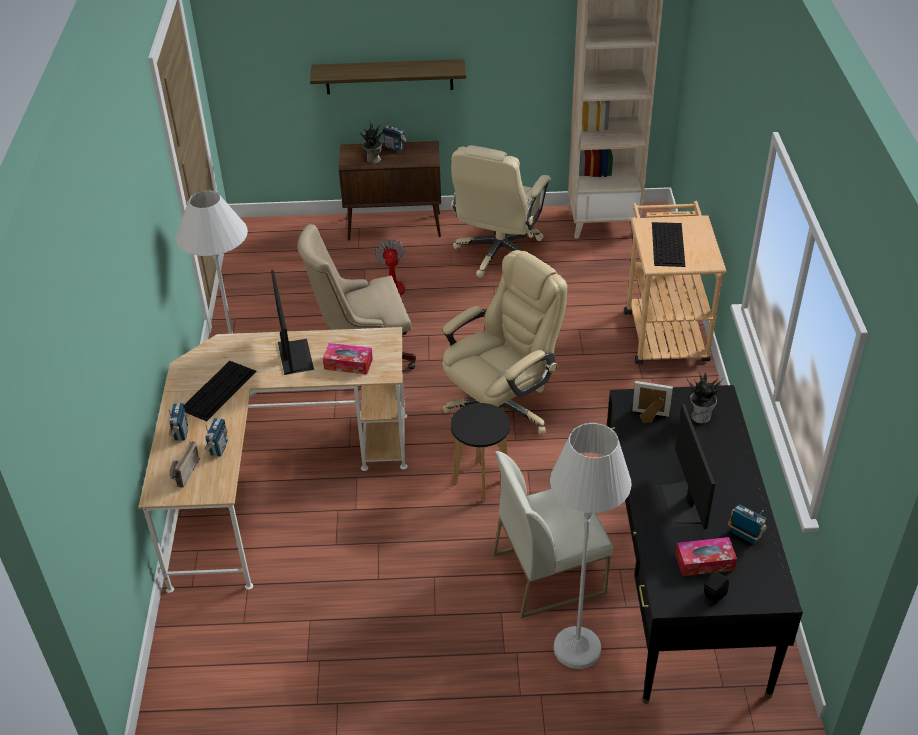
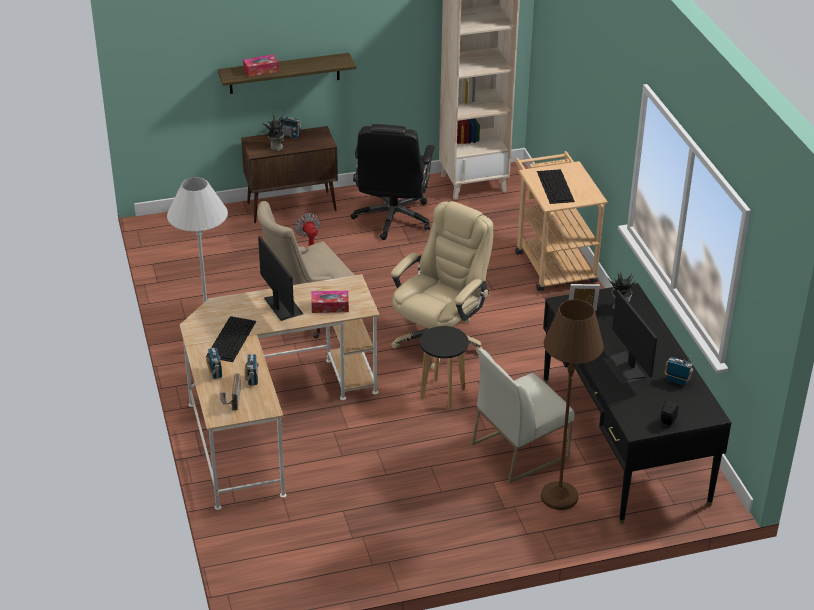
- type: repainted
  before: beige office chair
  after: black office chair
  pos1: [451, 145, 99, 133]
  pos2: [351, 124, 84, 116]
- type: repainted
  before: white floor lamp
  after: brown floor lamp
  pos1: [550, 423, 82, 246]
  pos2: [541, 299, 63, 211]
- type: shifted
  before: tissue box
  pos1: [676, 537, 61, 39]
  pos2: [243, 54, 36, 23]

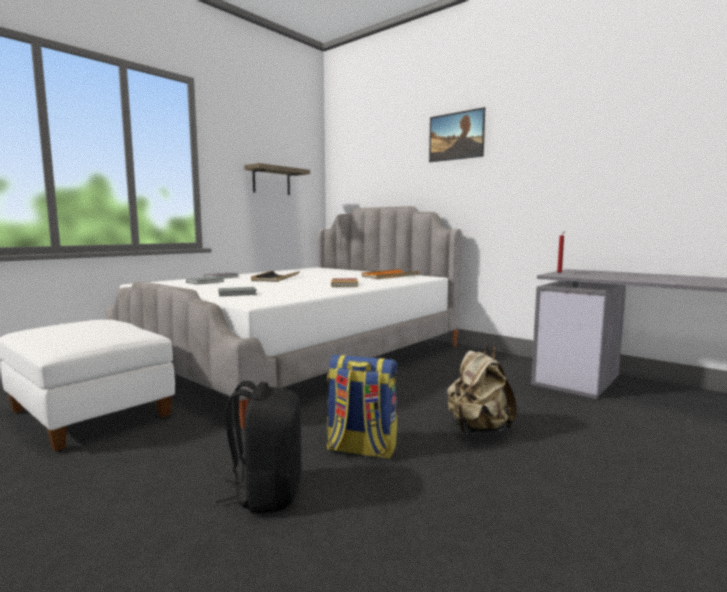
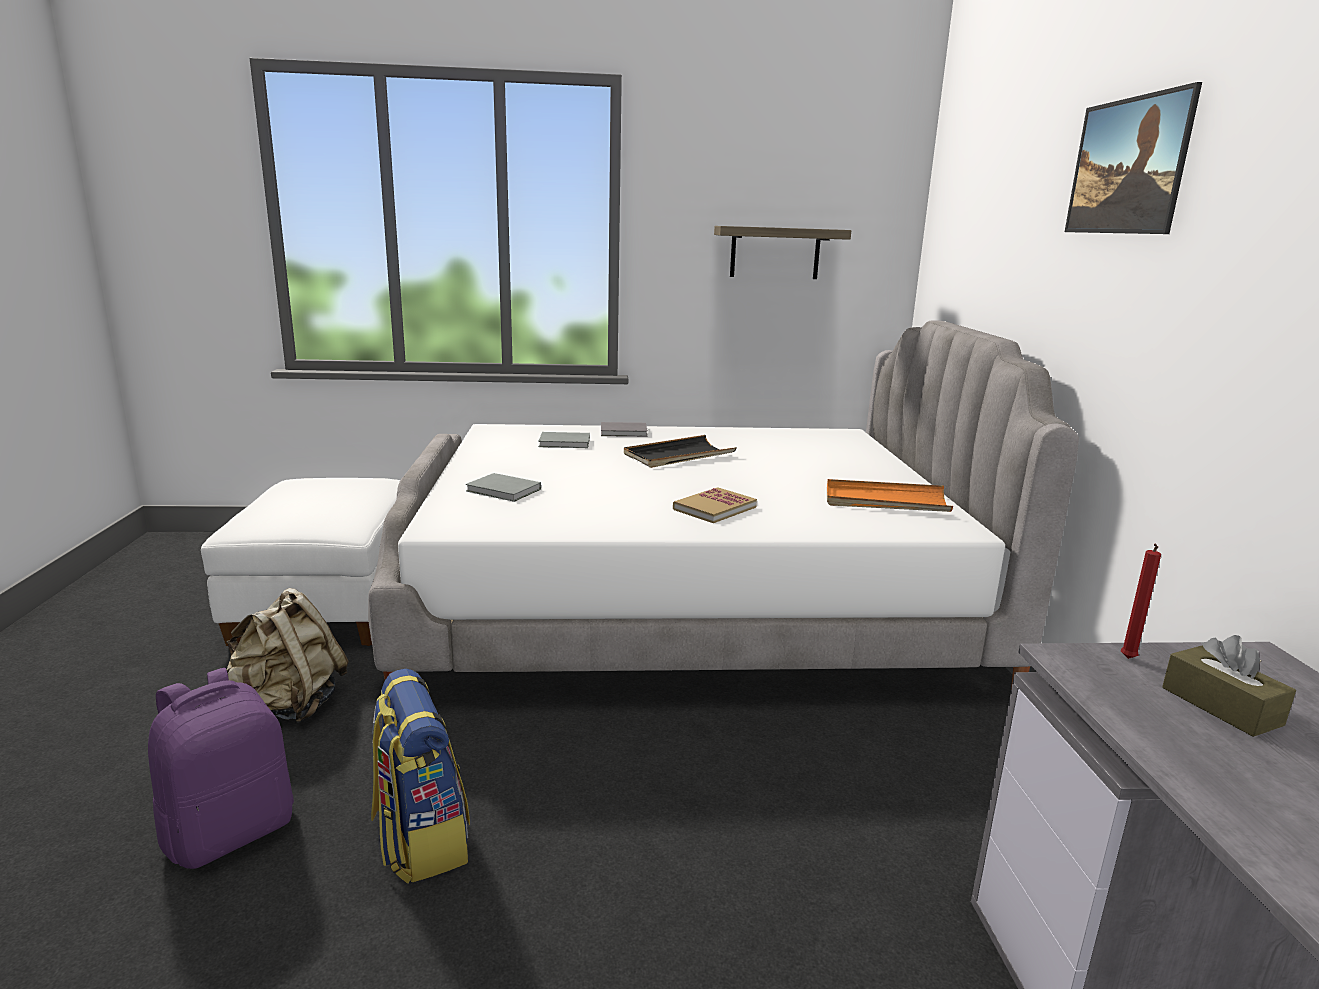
- type: shifted
  before: beige backpack
  pos1: [447, 346, 70, 89]
  pos2: [226, 588, 123, 134]
- type: repainted
  before: black backpack
  after: purple backpack
  pos1: [216, 381, 85, 132]
  pos2: [148, 668, 146, 201]
- type: new
  after: brown tissue box
  pos2: [1162, 635, 134, 102]

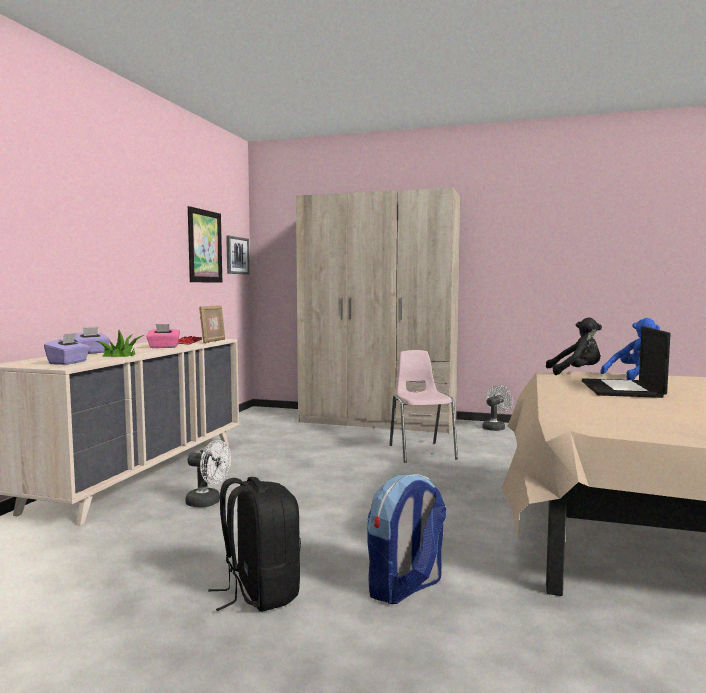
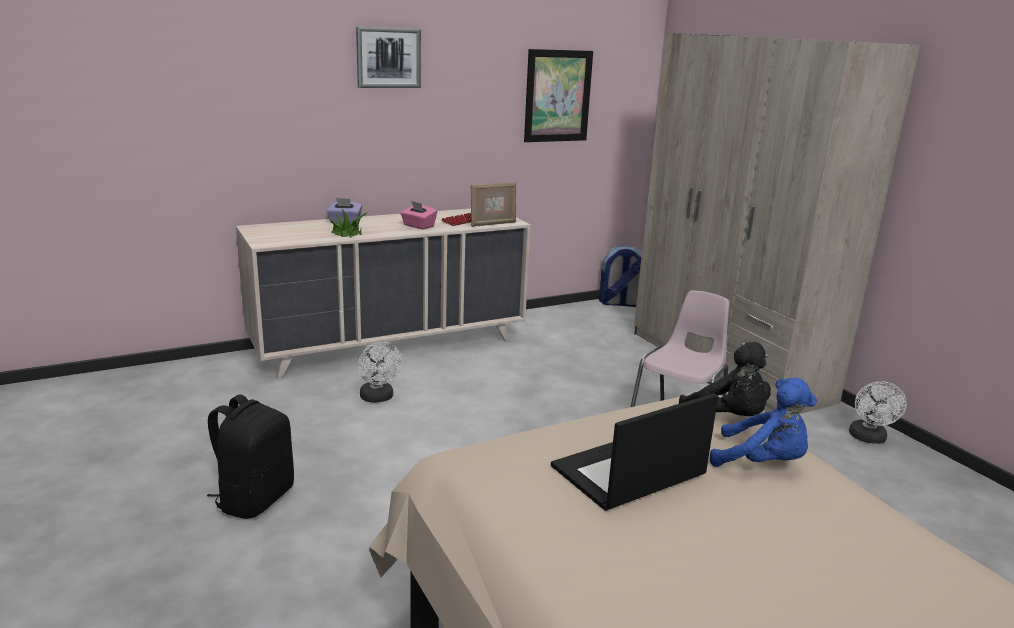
- type: shifted
  before: picture
  pos1: [226, 235, 24, 39]
  pos2: [356, 27, 65, 61]
- type: gone
  before: purple tissue box
  pos1: [44, 333, 46, 32]
- type: rotated
  before: white fan
  pos1: [482, 385, 31, 46]
  pos2: [849, 381, 58, 63]
  turn: 105
- type: shifted
  before: backpack
  pos1: [367, 474, 79, 130]
  pos2: [599, 246, 43, 61]

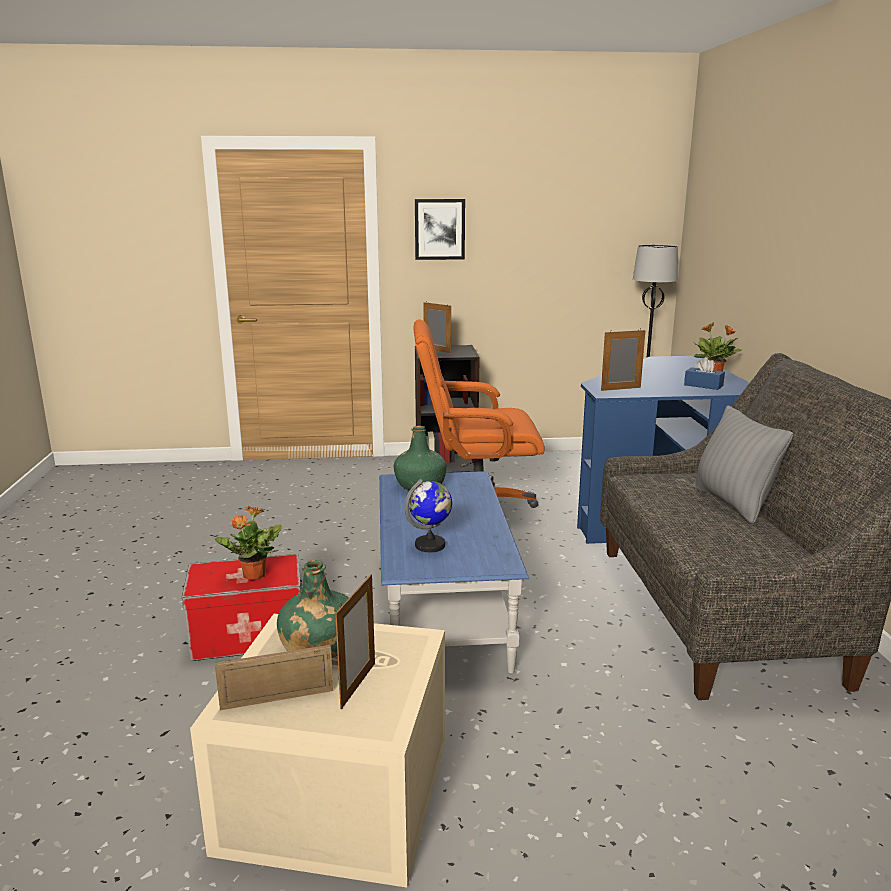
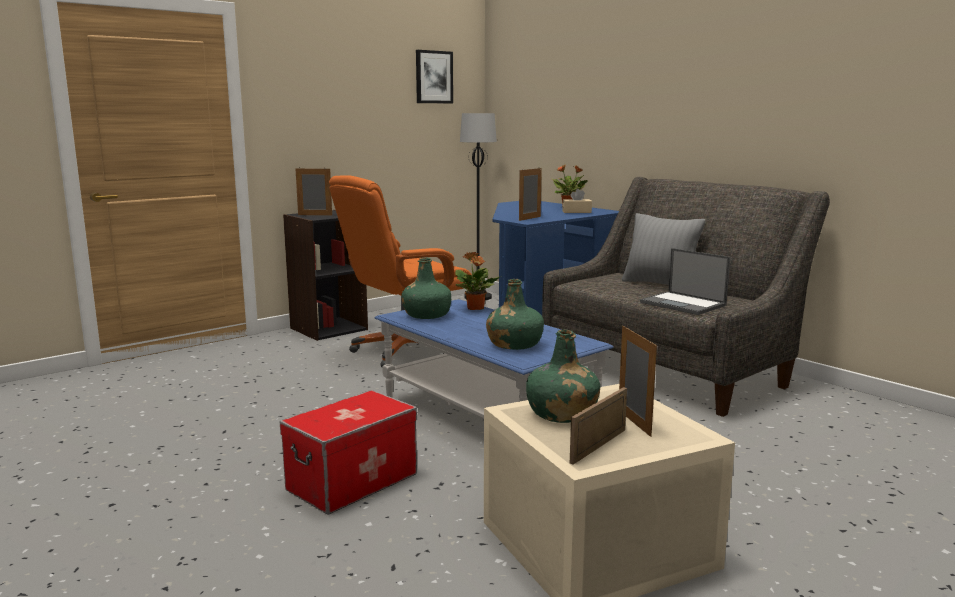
- type: shifted
  before: picture
  pos1: [415, 199, 50, 61]
  pos2: [416, 50, 37, 53]
- type: repainted
  before: blue tissue box
  after: beige tissue box
  pos1: [684, 357, 41, 33]
  pos2: [562, 189, 30, 24]
- type: swapped
  before: globe
  after: green bottle
  pos1: [404, 479, 48, 73]
  pos2: [486, 279, 58, 71]
- type: shifted
  before: potted plant
  pos1: [215, 505, 67, 75]
  pos2: [455, 252, 46, 58]
- type: new
  after: laptop
  pos2: [640, 248, 90, 67]

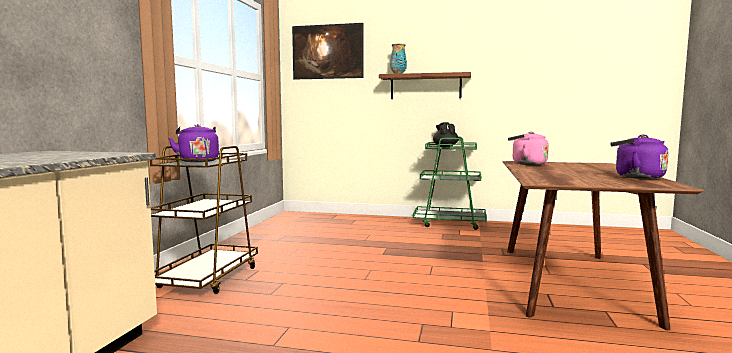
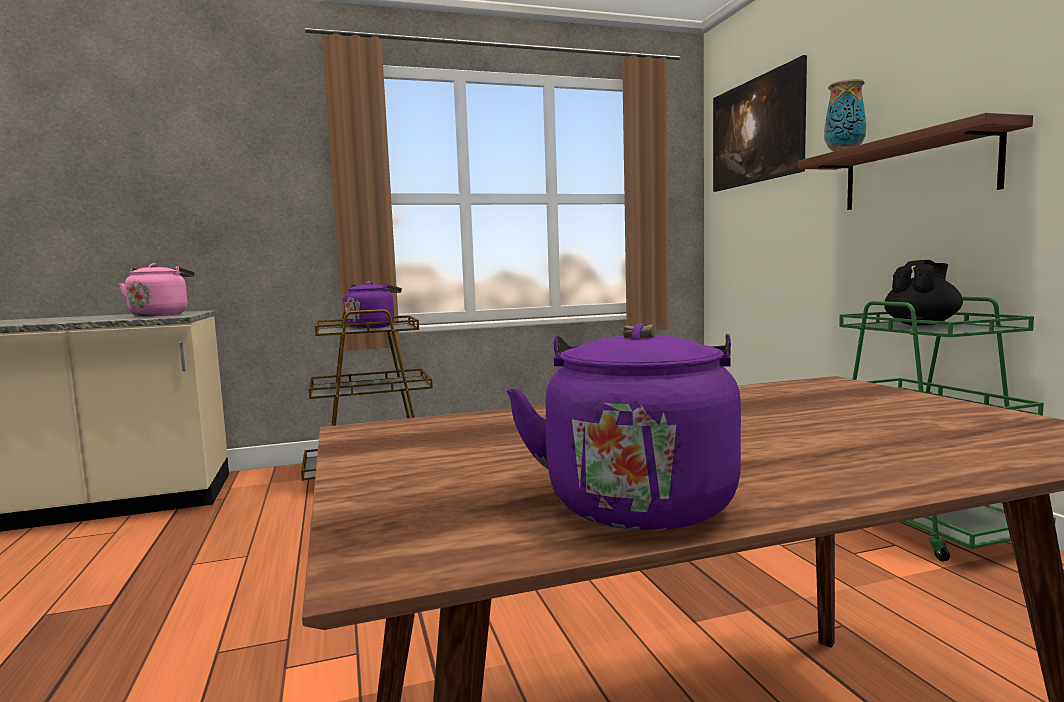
- type: shifted
  before: pink kettle
  pos1: [508, 131, 41, 34]
  pos2: [119, 263, 76, 53]

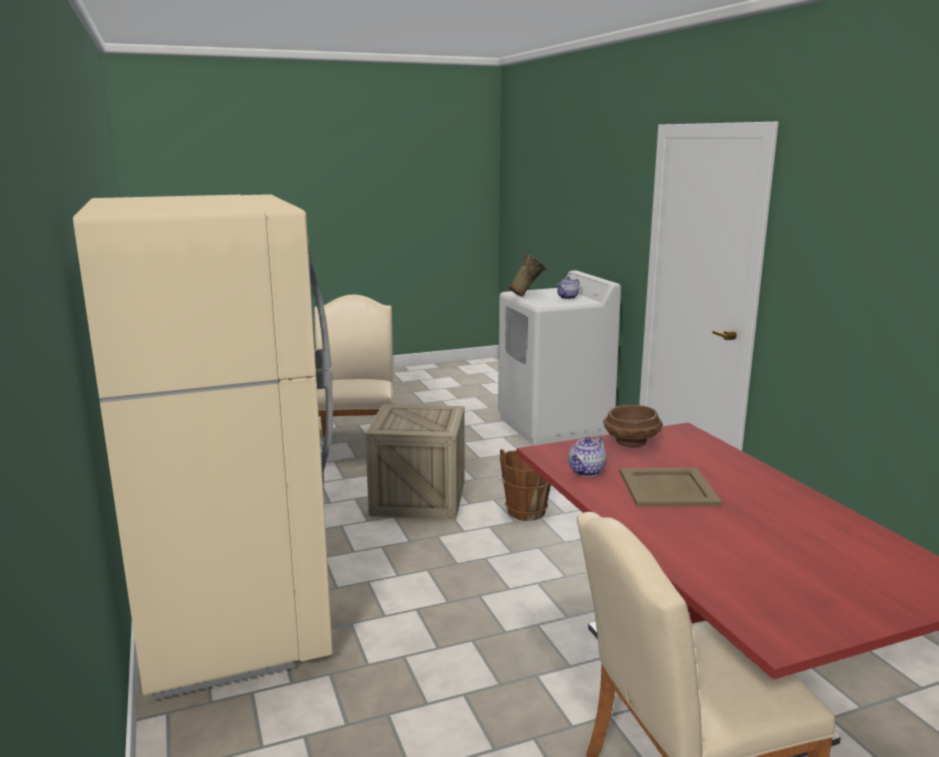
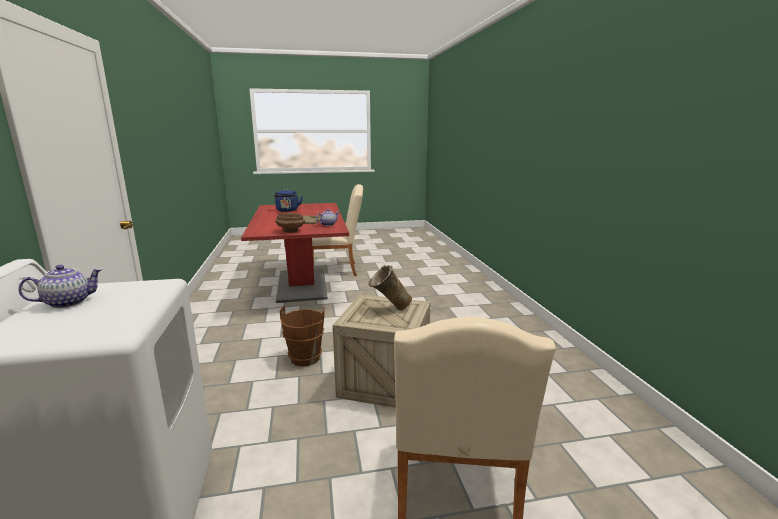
- type: gone
  before: beige fridge
  pos1: [73, 194, 260, 507]
- type: shifted
  before: beige vase
  pos1: [509, 254, 38, 43]
  pos2: [369, 265, 43, 45]
- type: new
  after: blue kettle
  pos2: [274, 189, 29, 23]

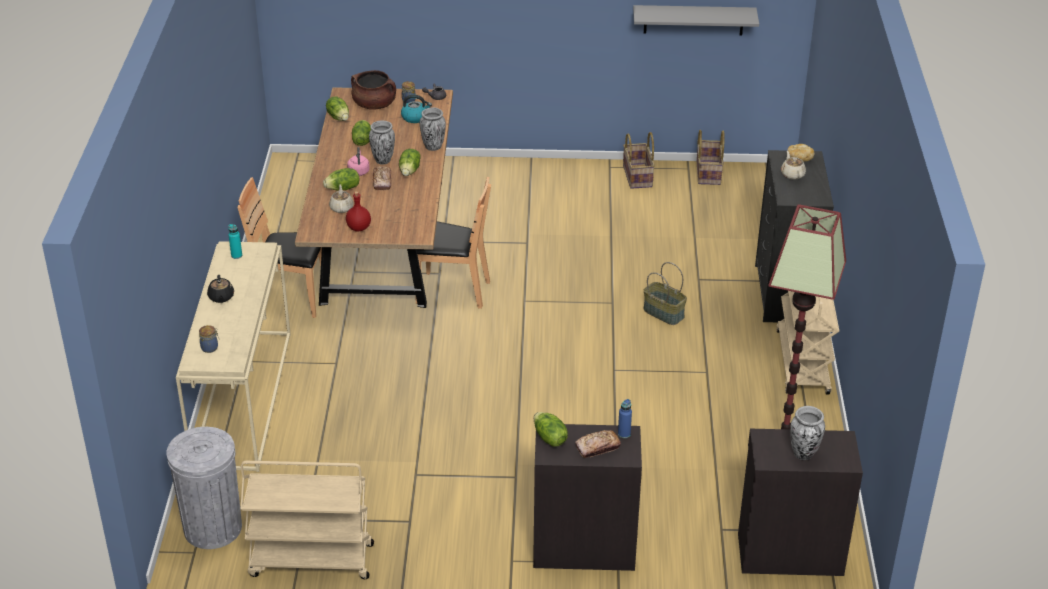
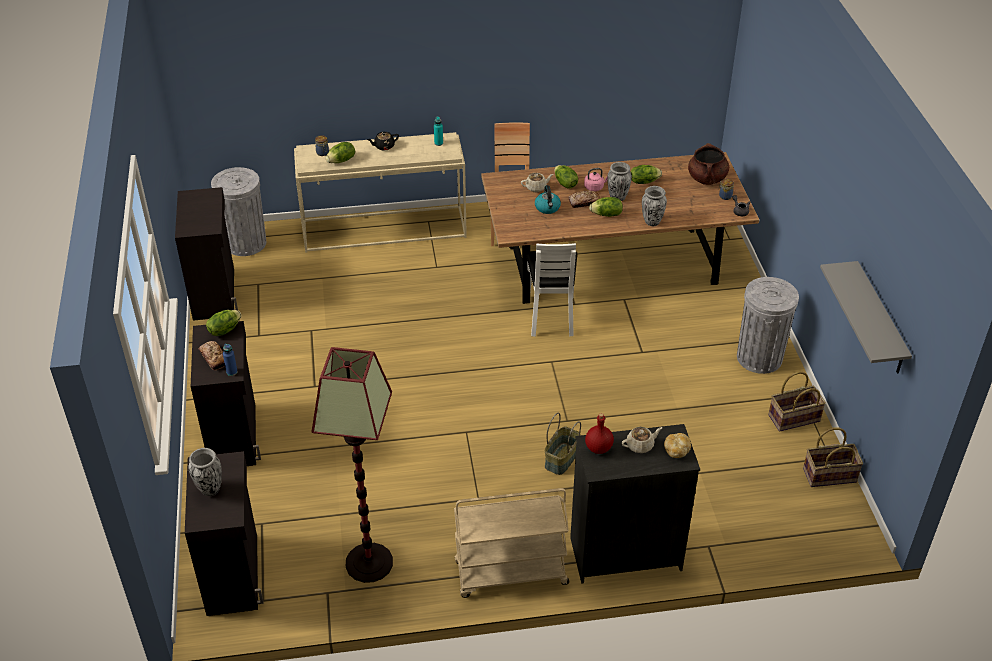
- type: shifted
  before: kettle
  pos1: [401, 94, 31, 29]
  pos2: [535, 185, 26, 29]
- type: shifted
  before: lettuce
  pos1: [326, 96, 23, 25]
  pos2: [326, 142, 29, 21]
- type: repainted
  before: brown chair
  after: white chair
  pos1: [415, 177, 76, 132]
  pos2: [527, 243, 50, 94]
- type: shifted
  before: red bottle
  pos1: [346, 191, 25, 41]
  pos2: [585, 413, 29, 41]
- type: swapped
  before: beige cart
  after: black cabinet
  pos1: [241, 461, 133, 118]
  pos2: [175, 187, 63, 134]
- type: new
  after: grey trash can
  pos2: [737, 277, 62, 97]

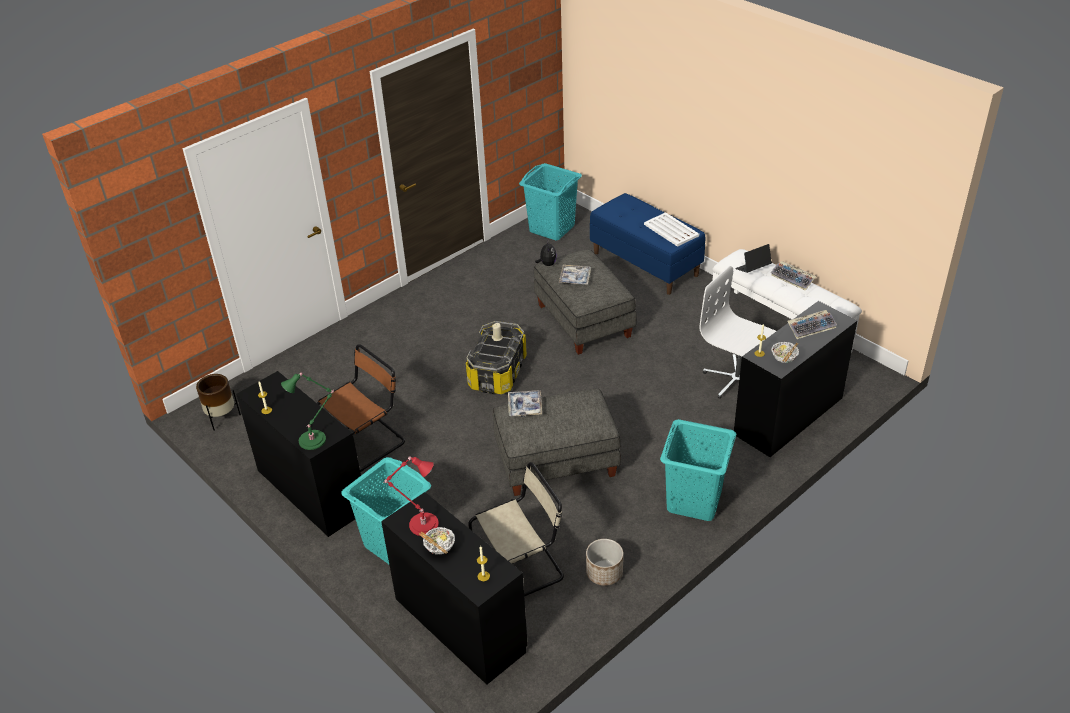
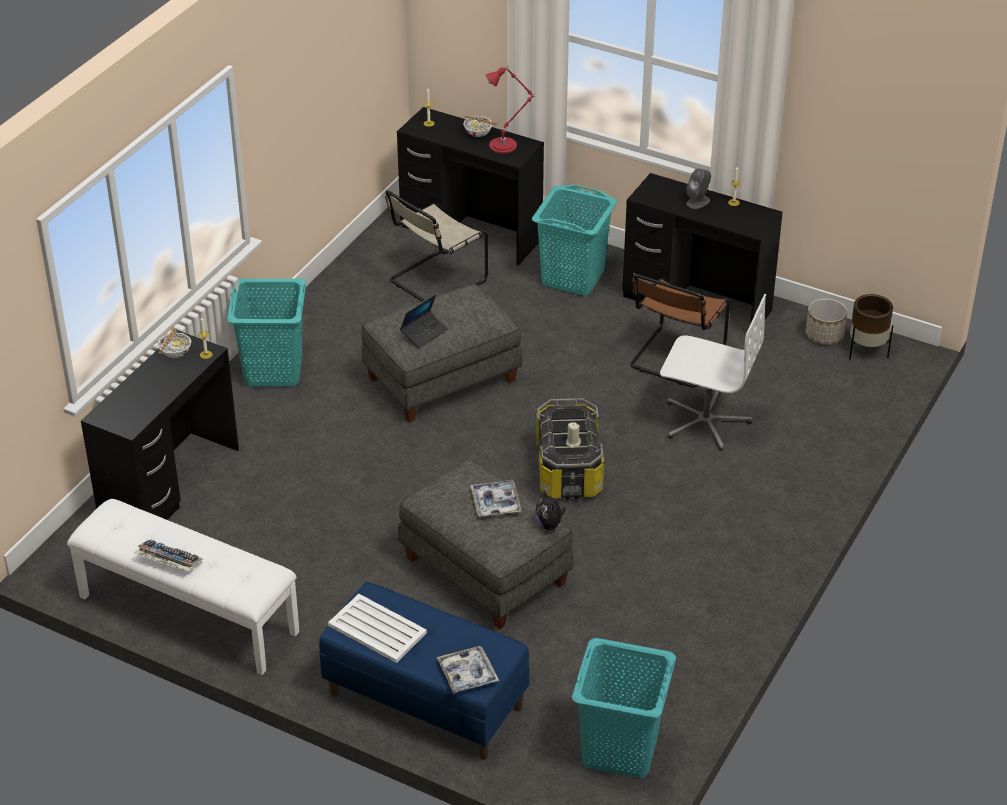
- type: shifted
  before: laptop
  pos1: [735, 244, 37, 29]
  pos2: [400, 294, 48, 54]
- type: shifted
  before: white office chair
  pos1: [700, 266, 76, 133]
  pos2: [660, 294, 106, 157]
- type: gone
  before: keyboard
  pos1: [787, 310, 50, 29]
- type: gone
  before: green table lamp
  pos1: [281, 372, 53, 78]
- type: shifted
  before: tray
  pos1: [508, 390, 34, 27]
  pos2: [437, 646, 62, 48]
- type: shifted
  before: planter
  pos1: [586, 539, 37, 47]
  pos2: [806, 298, 41, 47]
- type: new
  after: grey speaker
  pos2: [686, 168, 25, 41]

